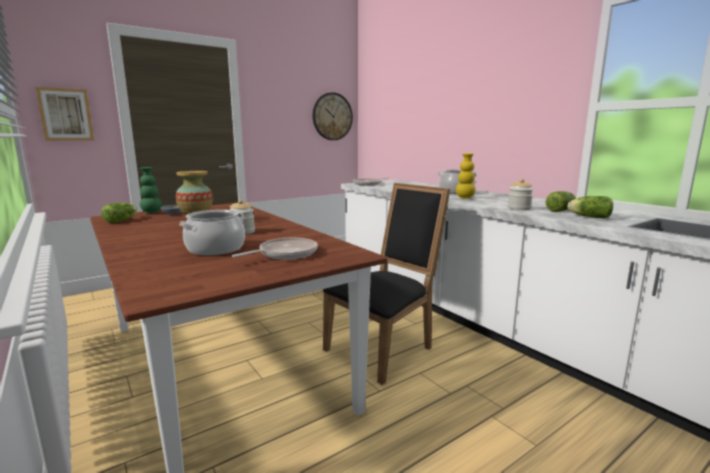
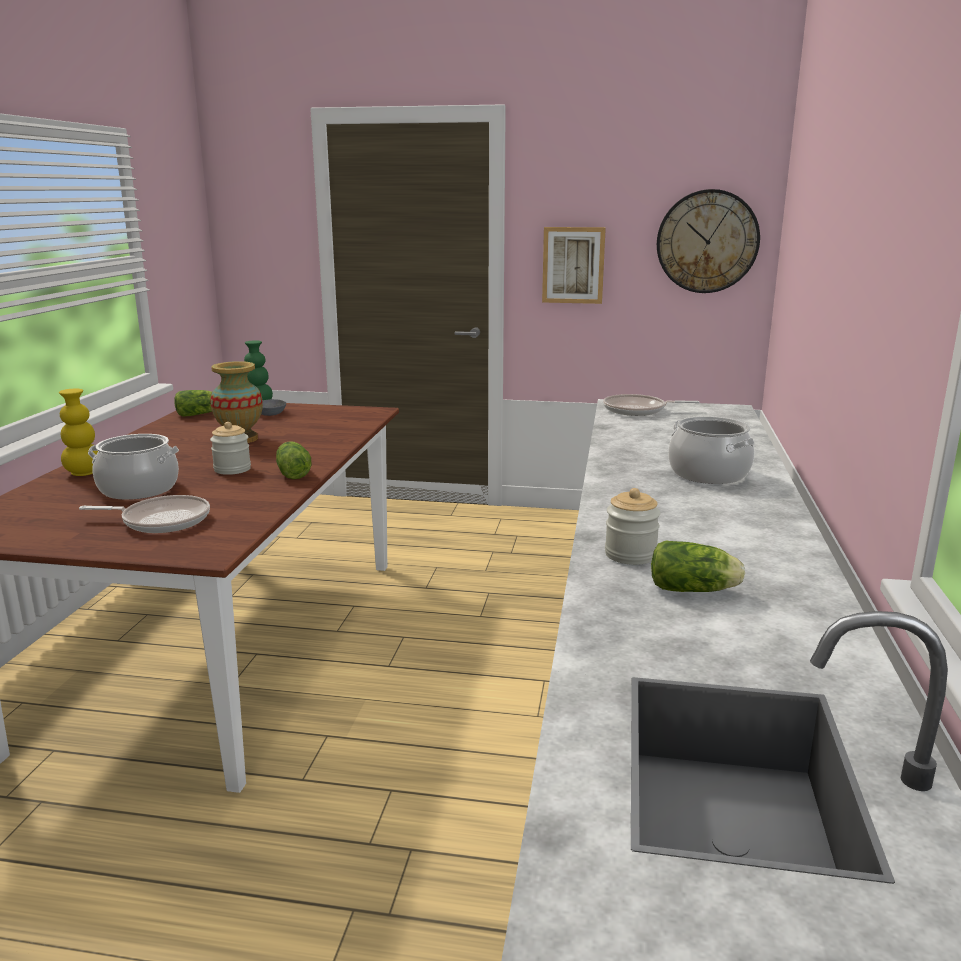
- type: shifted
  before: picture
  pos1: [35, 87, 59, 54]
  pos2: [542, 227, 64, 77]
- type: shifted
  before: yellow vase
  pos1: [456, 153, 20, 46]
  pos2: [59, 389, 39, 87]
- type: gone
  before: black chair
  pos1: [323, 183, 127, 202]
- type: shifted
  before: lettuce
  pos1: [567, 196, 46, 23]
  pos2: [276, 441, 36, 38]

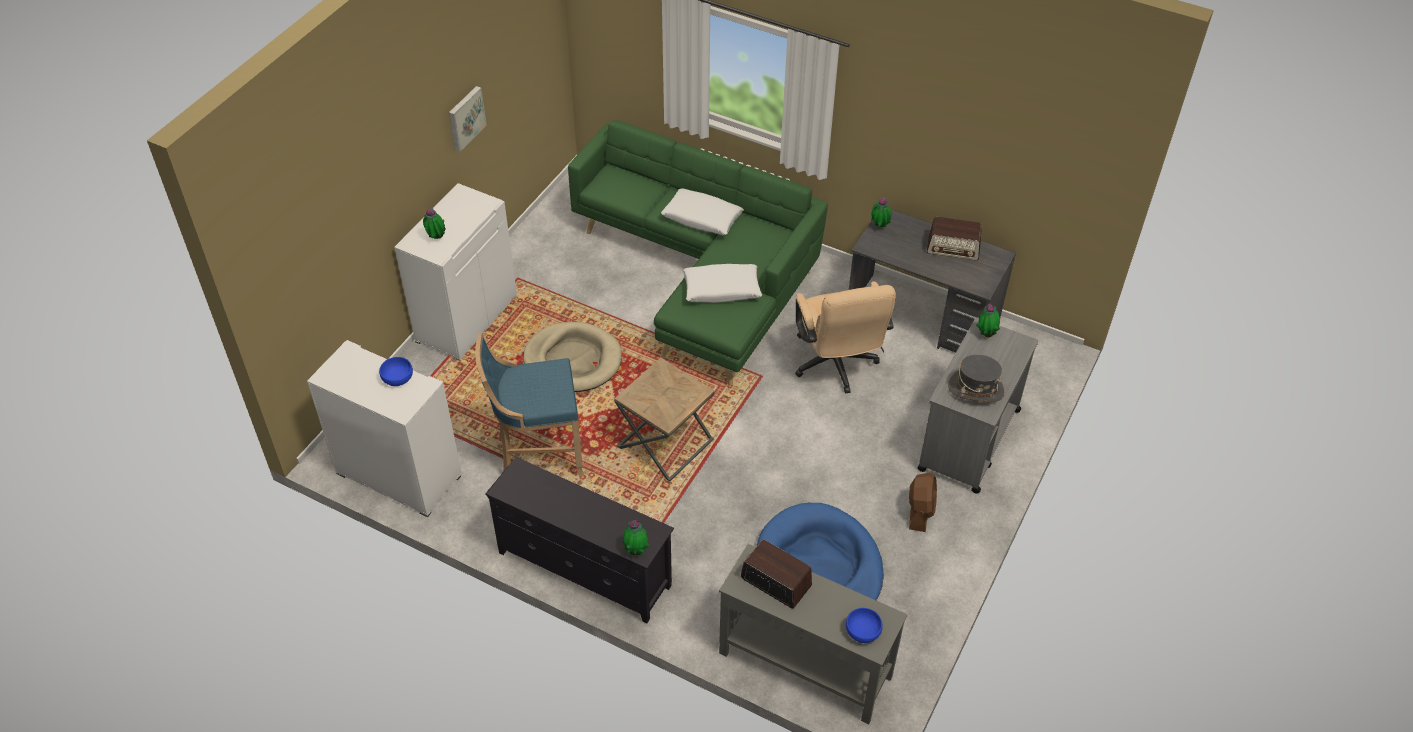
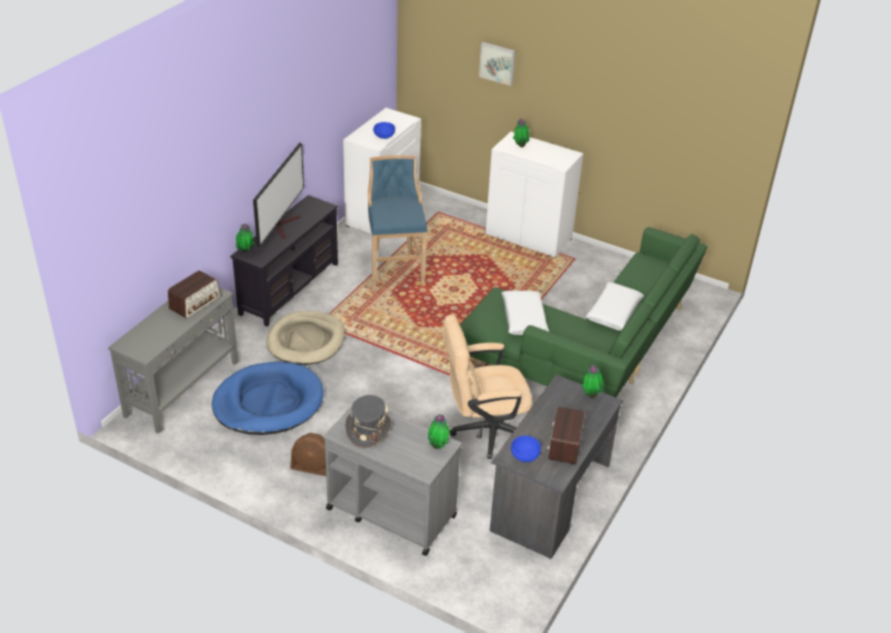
- type: shifted
  before: picture
  pos1: [449, 86, 38, 66]
  pos2: [479, 42, 36, 44]
- type: shifted
  before: beige dog bed
  pos1: [523, 322, 99, 70]
  pos2: [266, 310, 79, 55]
- type: gone
  before: brown side table
  pos1: [614, 358, 100, 123]
- type: shifted
  before: blue bowl
  pos1: [846, 608, 37, 35]
  pos2: [511, 436, 30, 26]
- type: new
  after: television
  pos2: [253, 143, 51, 104]

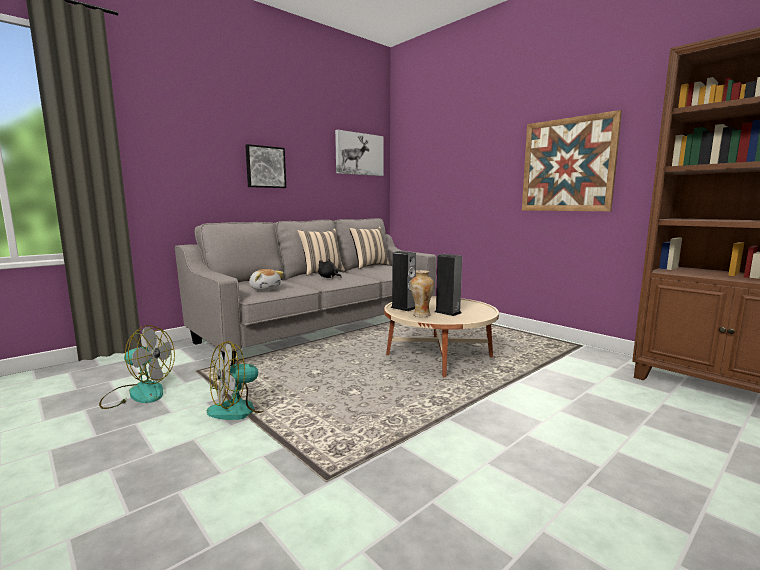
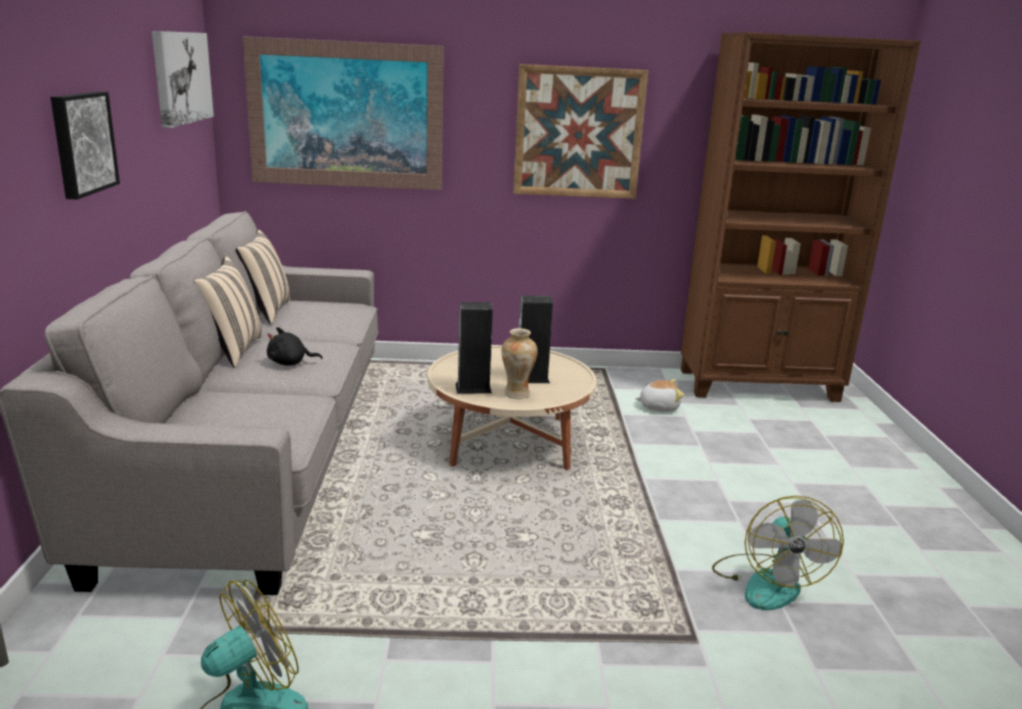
- type: shifted
  before: plush toy
  pos1: [249, 269, 34, 21]
  pos2: [635, 379, 49, 33]
- type: shifted
  before: fan
  pos1: [207, 341, 64, 79]
  pos2: [712, 496, 132, 114]
- type: new
  after: picture
  pos2: [243, 36, 201, 154]

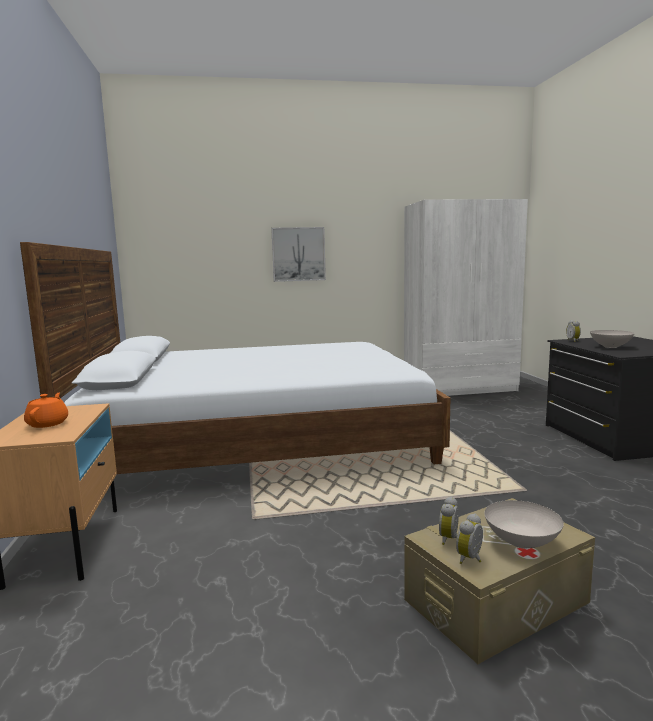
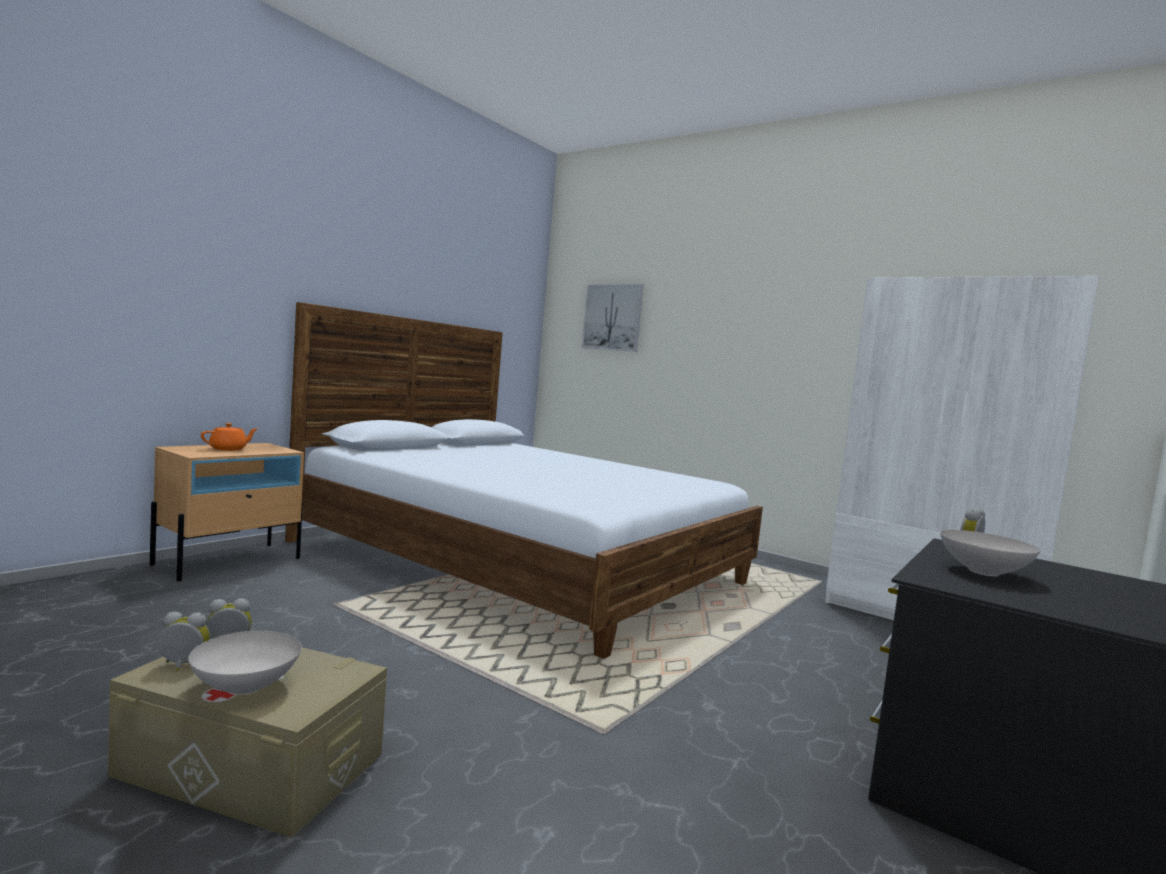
- type: shifted
  before: picture
  pos1: [271, 227, 55, 55]
  pos2: [582, 284, 62, 68]

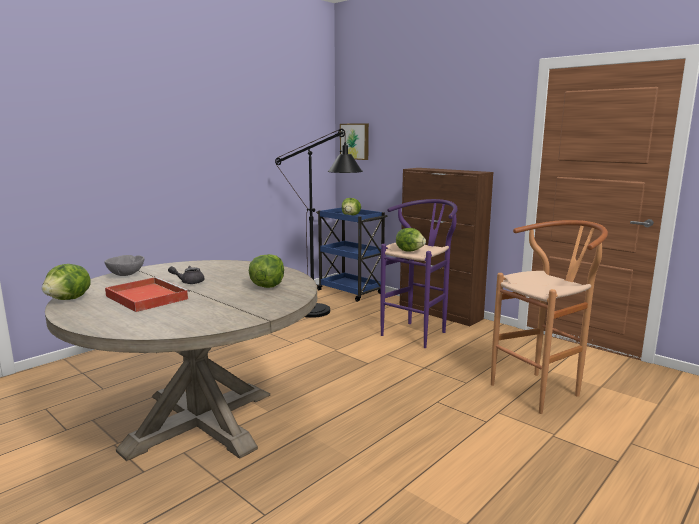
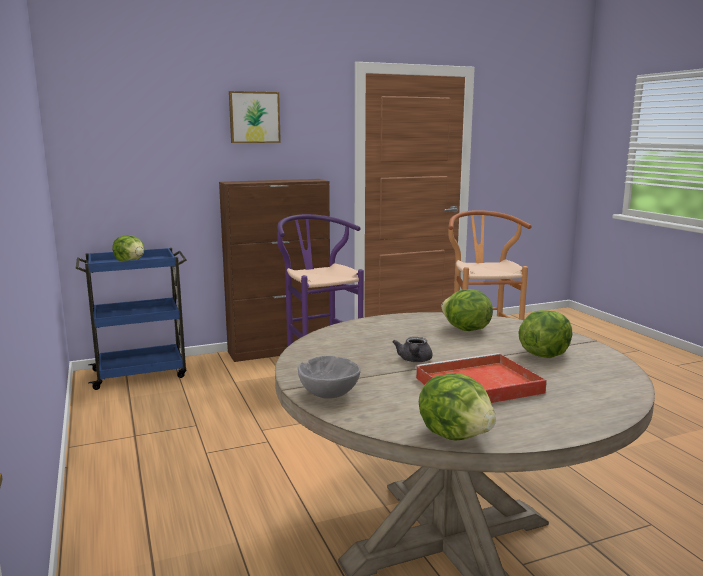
- type: shifted
  before: picture
  pos1: [340, 123, 29, 37]
  pos2: [229, 91, 52, 52]
- type: gone
  before: black floor lamp
  pos1: [275, 129, 88, 189]
- type: shifted
  before: lettuce
  pos1: [396, 228, 30, 24]
  pos2: [518, 310, 54, 48]

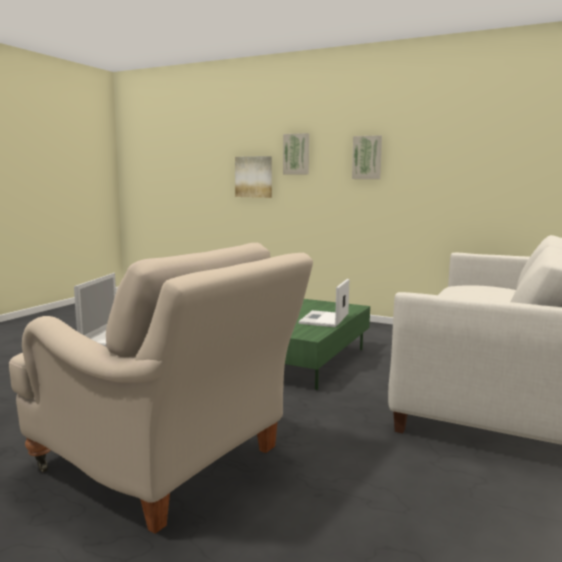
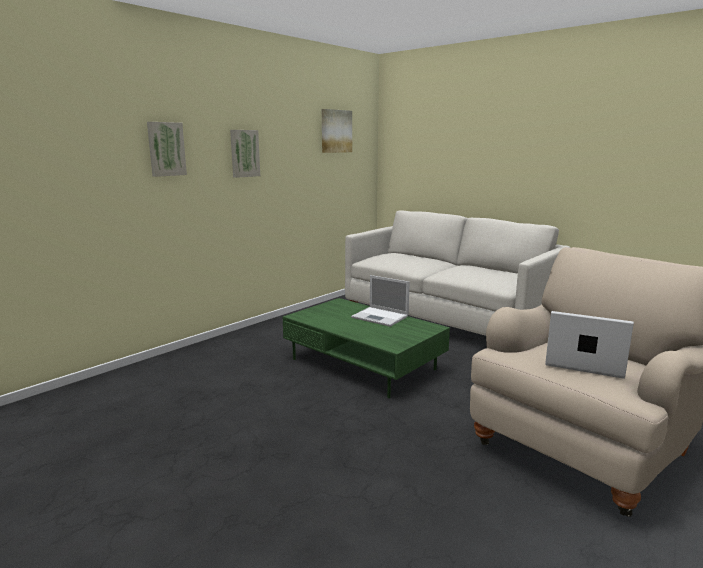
- type: shifted
  before: picture
  pos1: [235, 156, 37, 42]
  pos2: [322, 109, 30, 44]

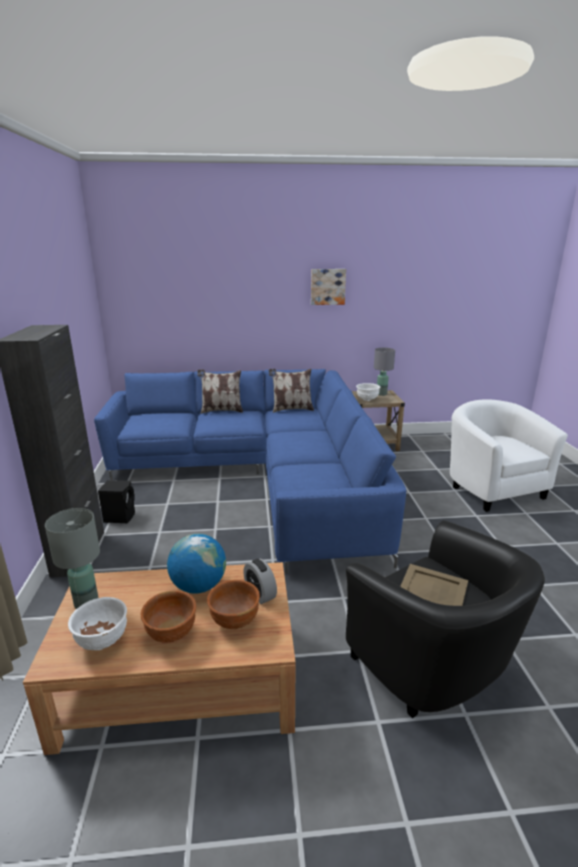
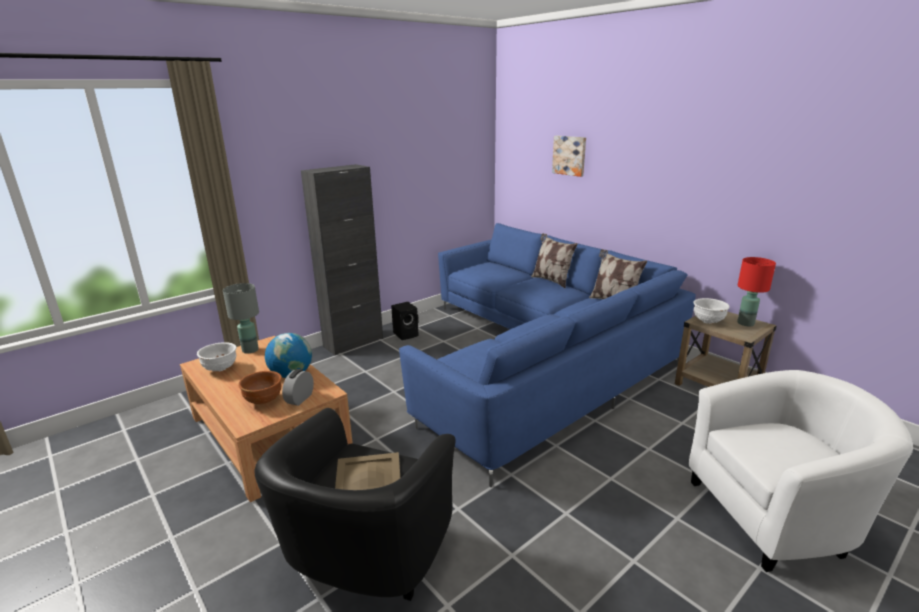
- type: shifted
  before: picture
  pos1: [311, 269, 35, 36]
  pos2: [552, 136, 34, 41]
- type: repainted
  before: grey table lamp
  after: red table lamp
  pos1: [374, 348, 21, 48]
  pos2: [737, 257, 39, 69]
- type: rotated
  before: white armchair
  pos1: [450, 399, 118, 113]
  pos2: [689, 370, 224, 202]
  turn: 45
- type: gone
  before: brown bowl
  pos1: [141, 591, 55, 52]

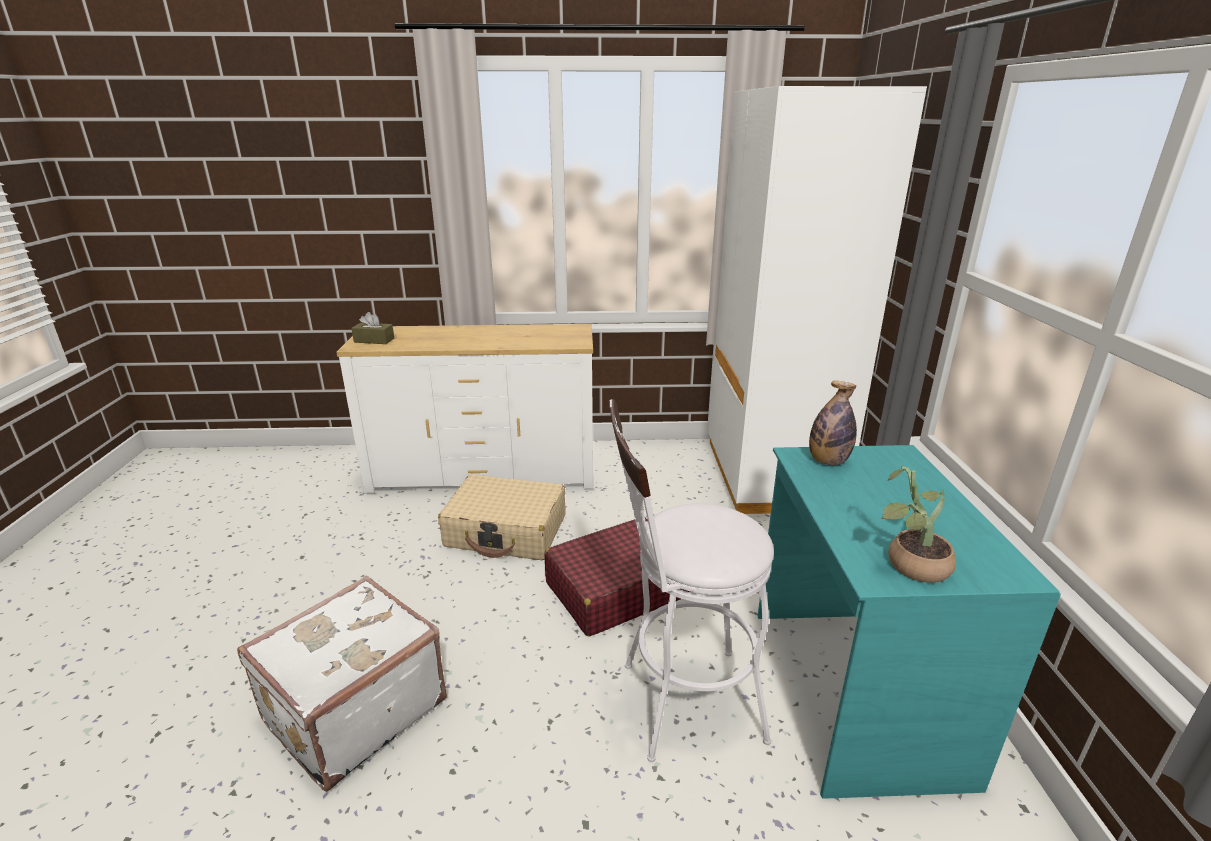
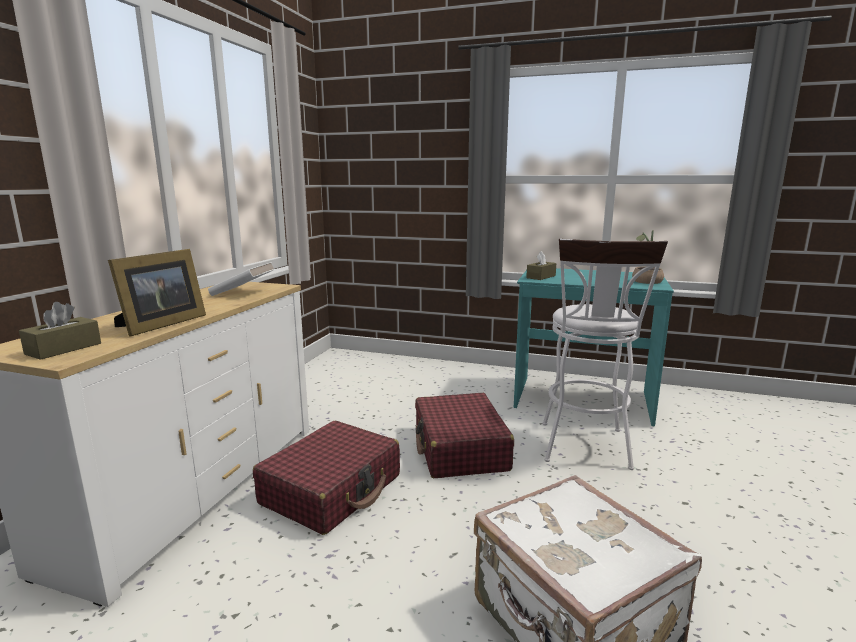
- type: gone
  before: white wardrobe
  pos1: [707, 86, 220, 428]
- type: swapped
  before: bottle
  after: brown tissue box
  pos1: [809, 381, 48, 84]
  pos2: [526, 251, 30, 29]
- type: repainted
  before: beige suitcase
  after: red suitcase
  pos1: [438, 474, 128, 86]
  pos2: [253, 421, 147, 114]
- type: new
  after: picture frame
  pos2: [108, 249, 98, 88]
- type: new
  after: white book
  pos2: [208, 262, 67, 34]

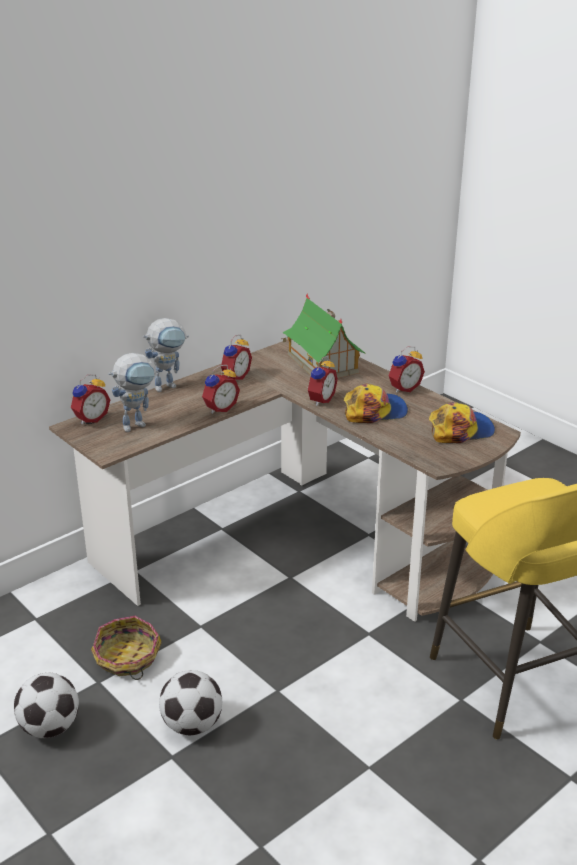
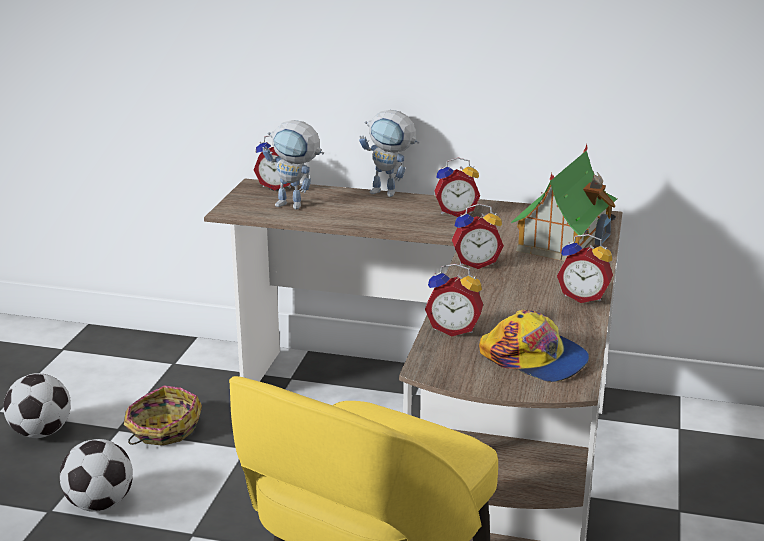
- type: shifted
  before: alarm clock
  pos1: [202, 365, 38, 49]
  pos2: [425, 264, 58, 72]
- type: gone
  before: cap
  pos1: [344, 383, 64, 40]

